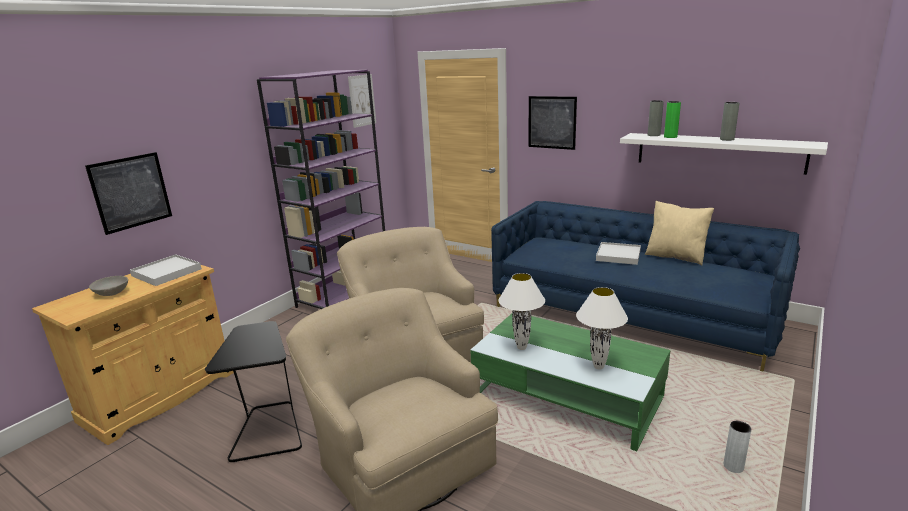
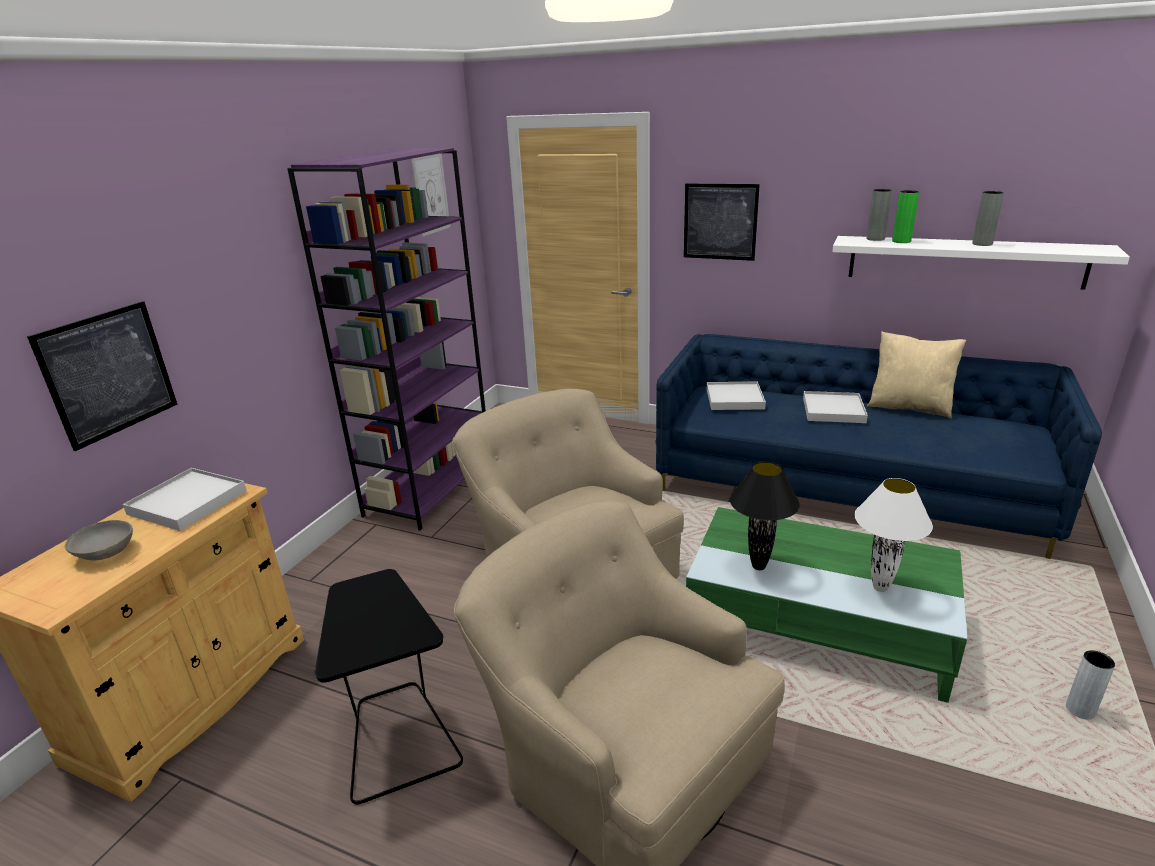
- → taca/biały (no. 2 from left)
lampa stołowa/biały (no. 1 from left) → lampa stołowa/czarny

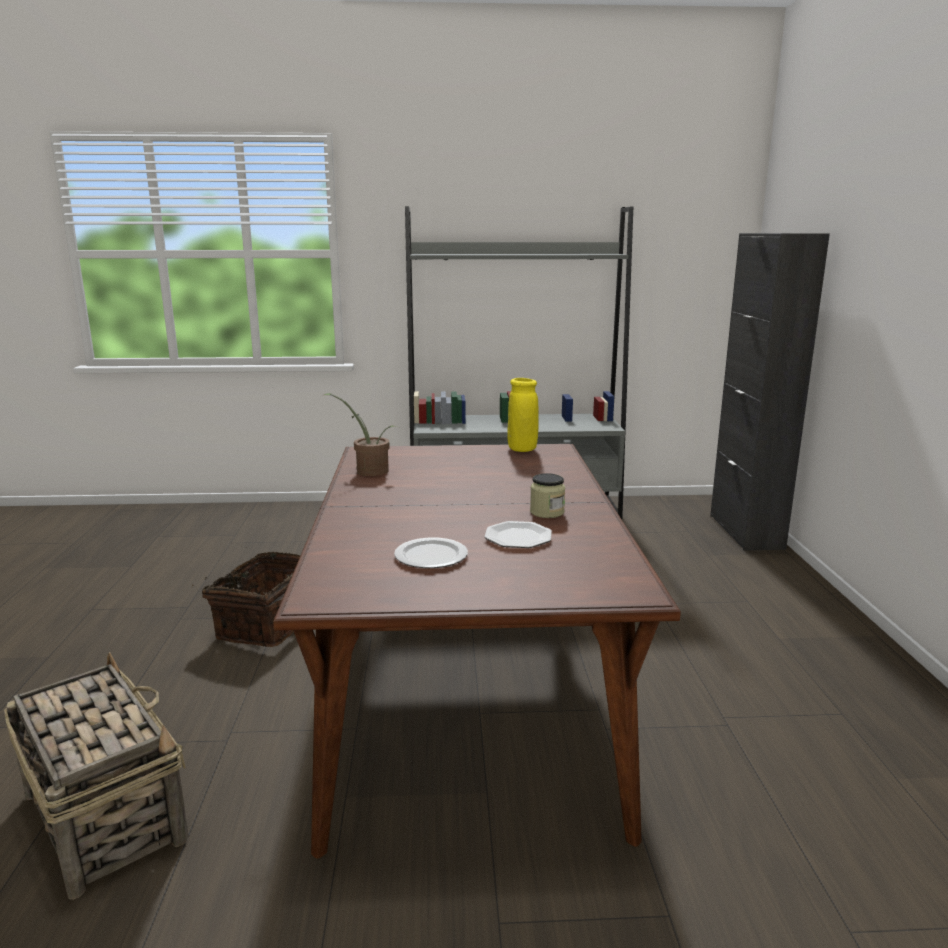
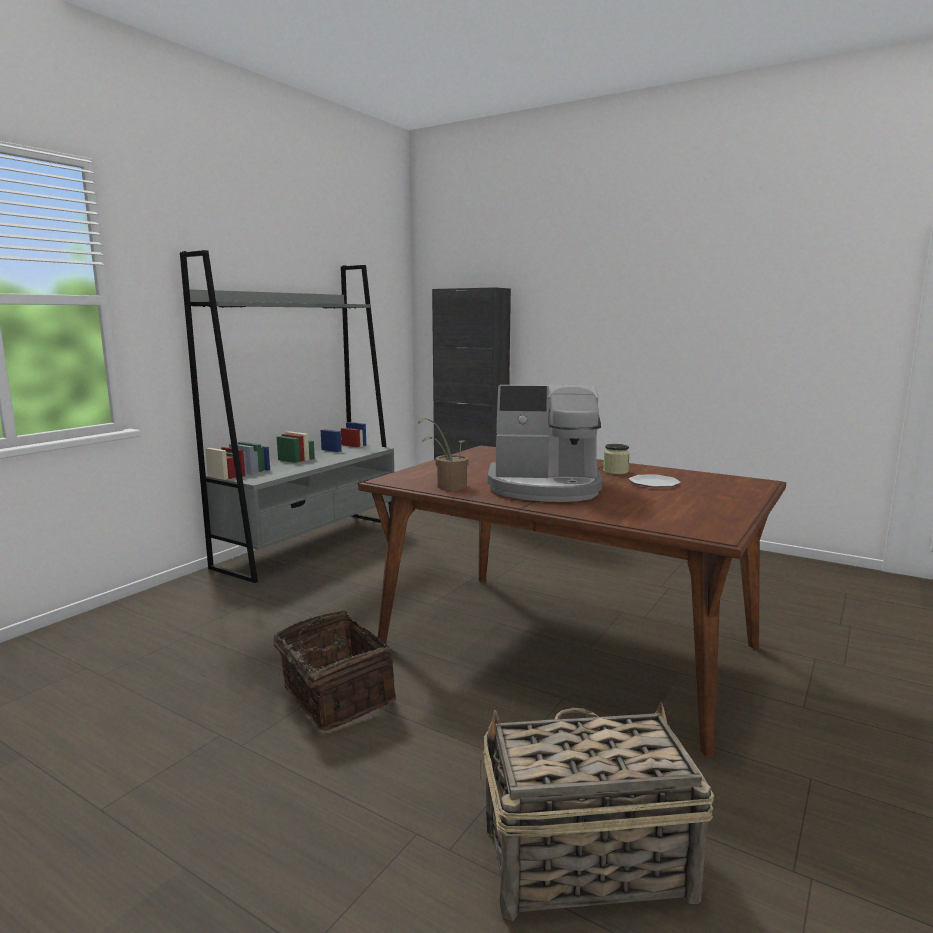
- → ekspres do kawy
talerz (no. 1 from left) → -
wazon/żółty → -

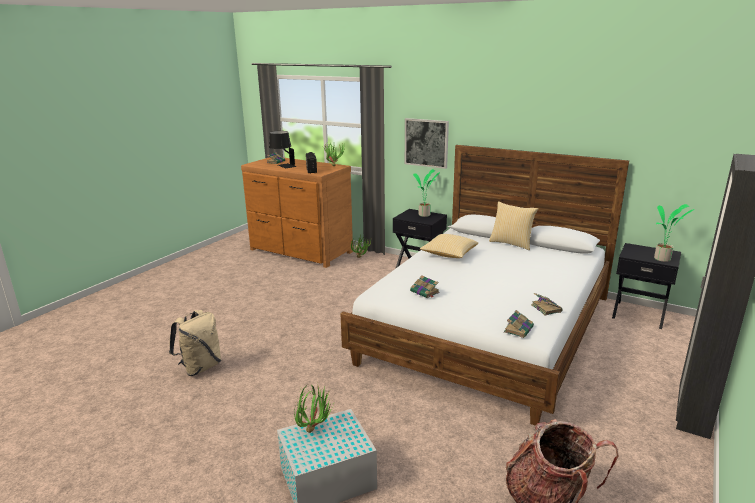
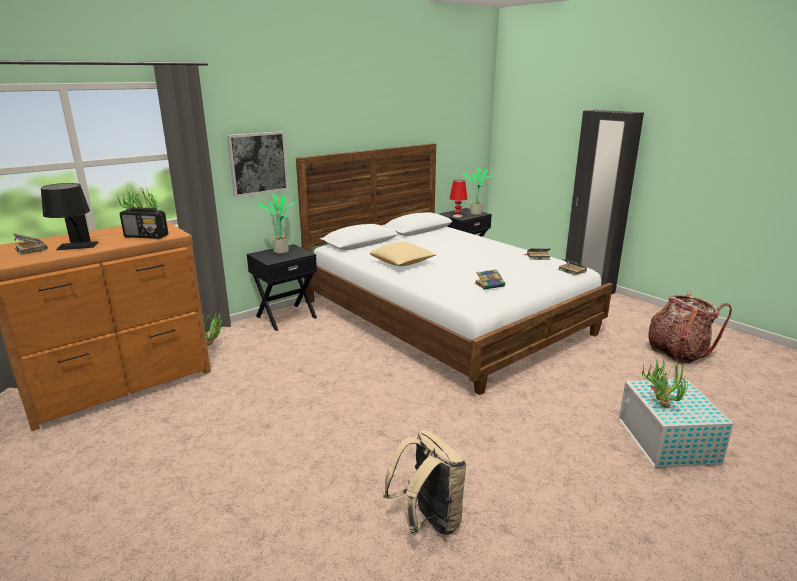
- → lampa stołowa/czerwony
poduszka (no. 2 from left) → -

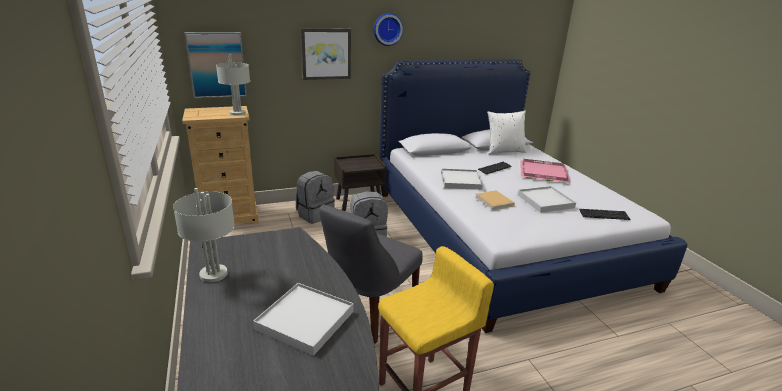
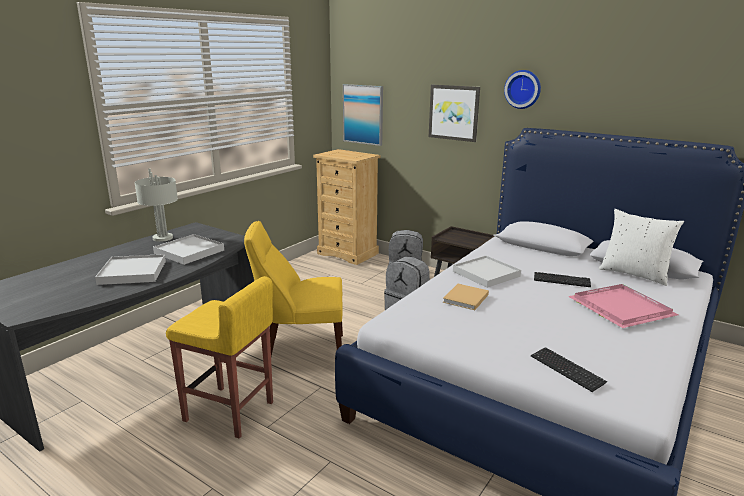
taca/biały (no. 3 from left in the first image) → taca/biały (no. 2 from left), shifted
krzesło/szary → krzesło/żółty
lampa stołowa/szary (no. 2 from left) → -

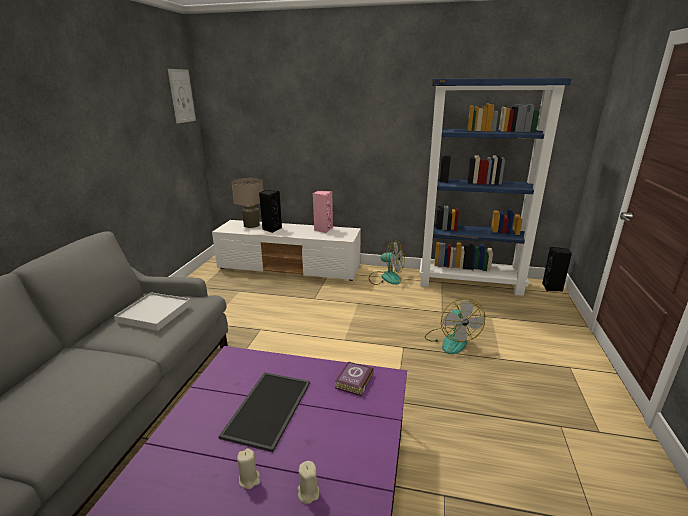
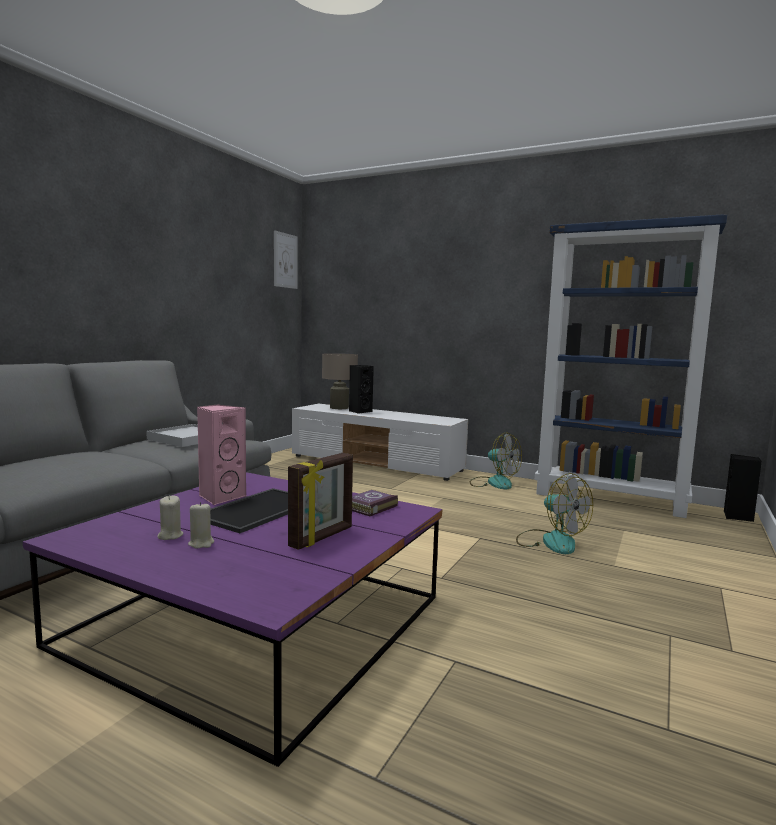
świeca/beżowy (no. 2 from left in the first image) → świeca/beżowy (no. 1 from left), shifted
głośnik/różowy, shifted
- → ramka na zdjęcie
wentylator (no. 2 from left), 45 degrees counterclockwise

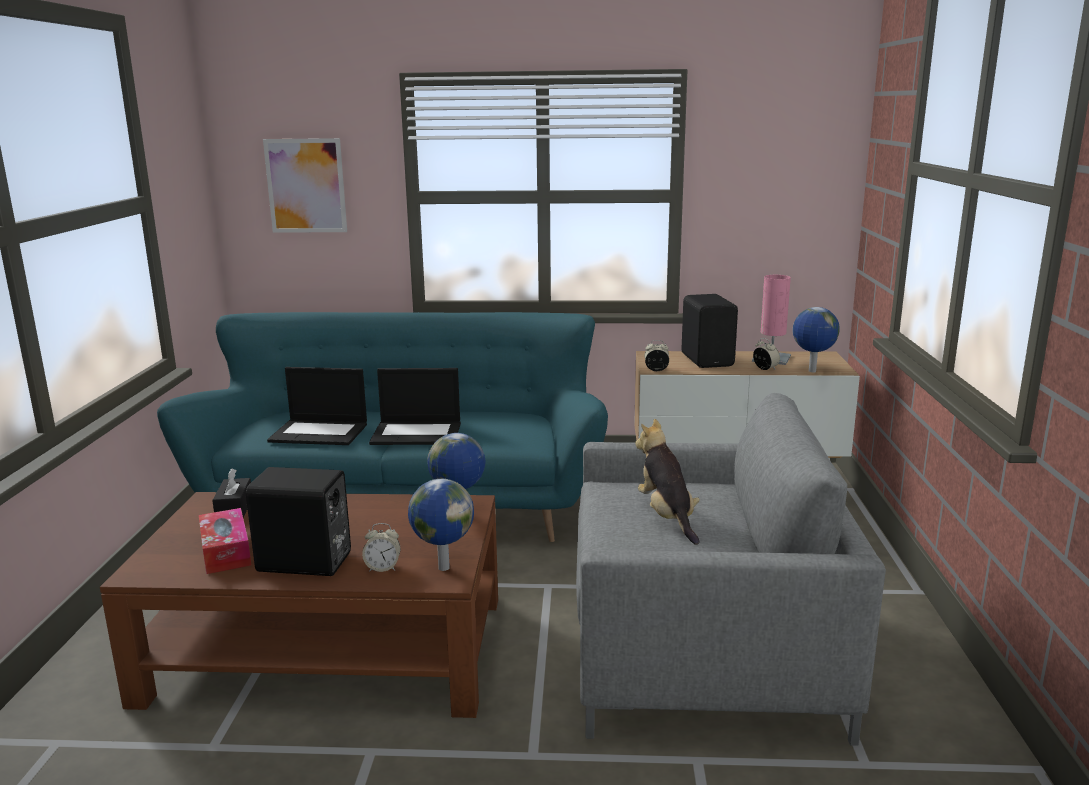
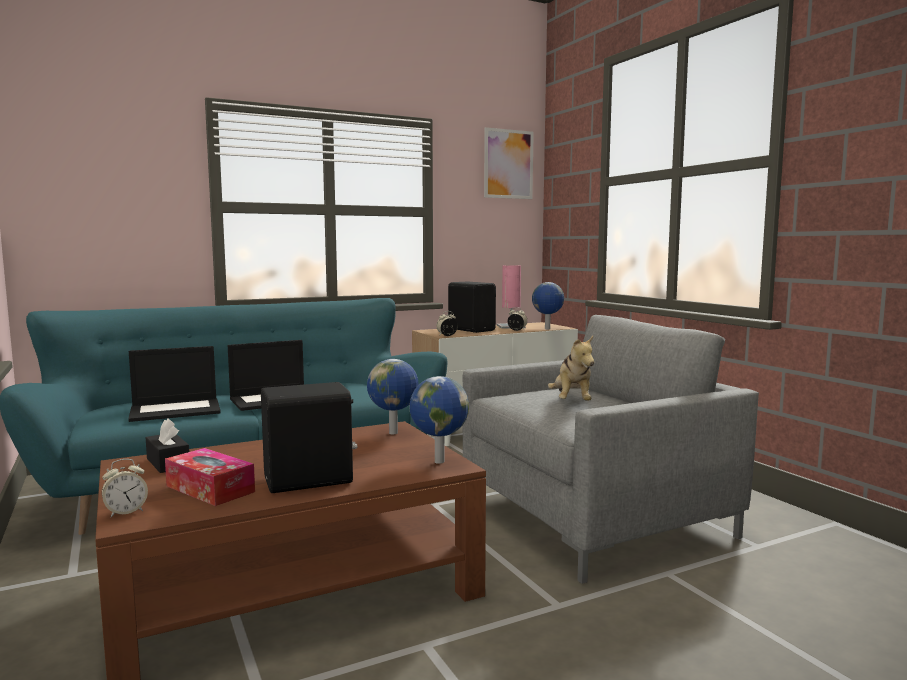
budzik (no. 1 from left), shifted
obraz, shifted
pluszak, 135 degrees counterclockwise

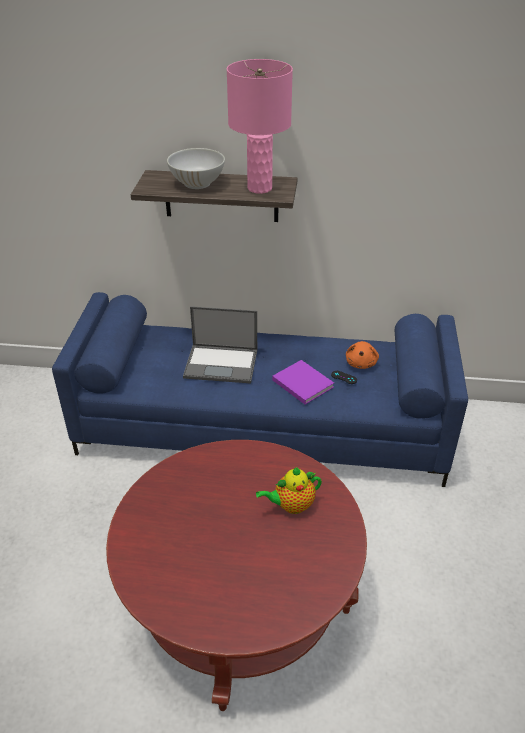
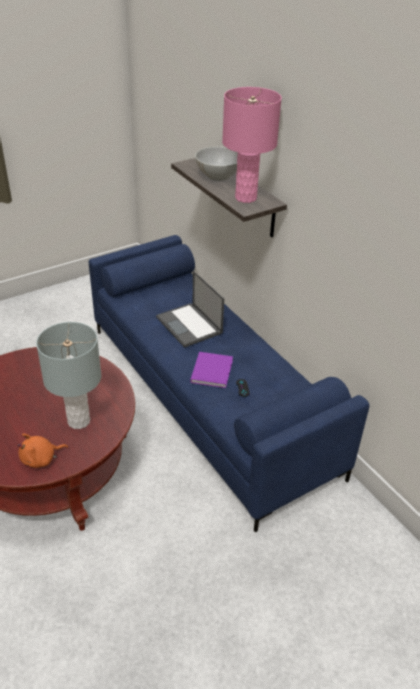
pluszak/pomarańczowy, shifted
imbryk → lampa stołowa/szary

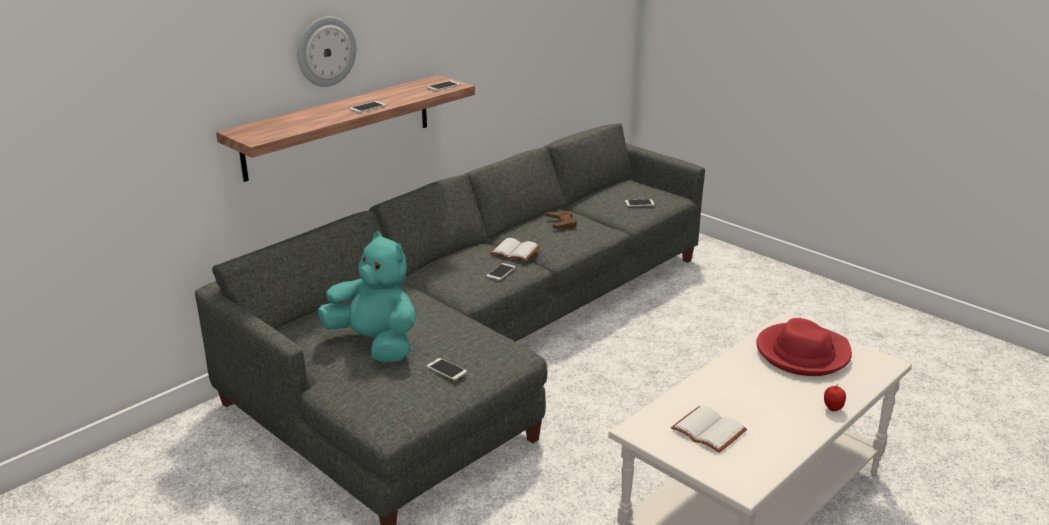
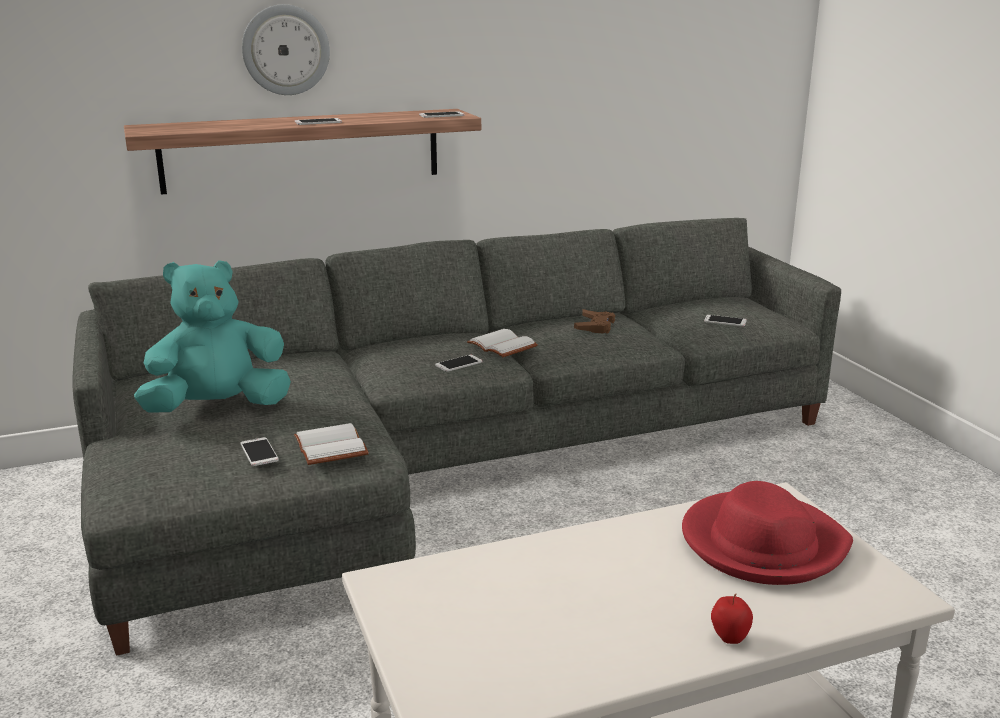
pluszak/turkusowy, 90 degrees counterclockwise
książka/biały (no. 2 from left in the first image) → książka/biały (no. 1 from left), shifted

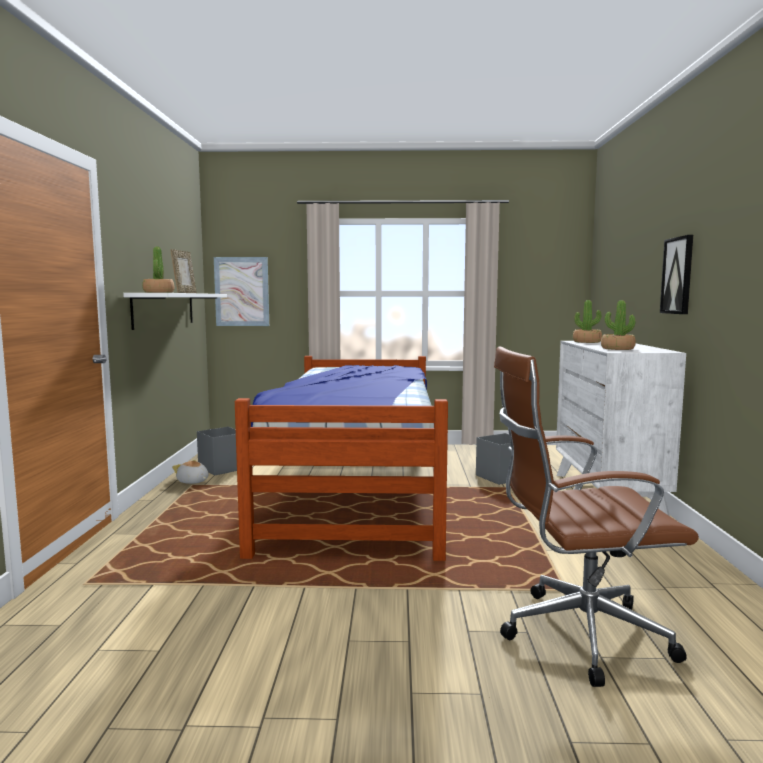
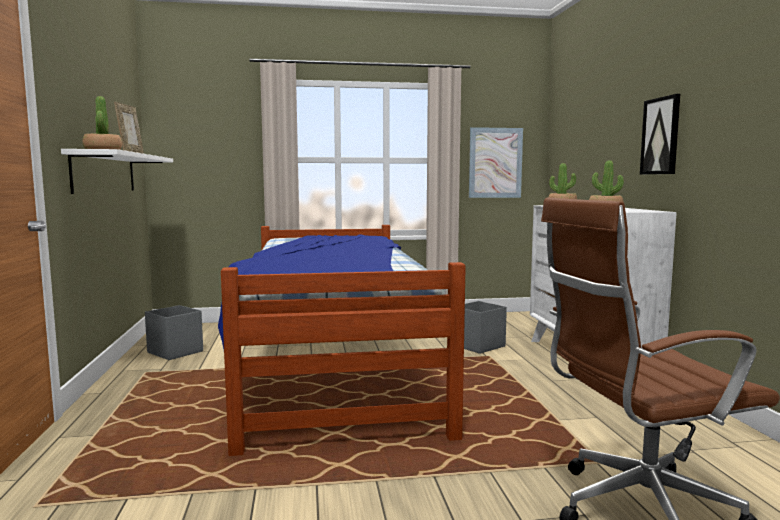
obraz (no. 1 from left), shifted
pluszak → -

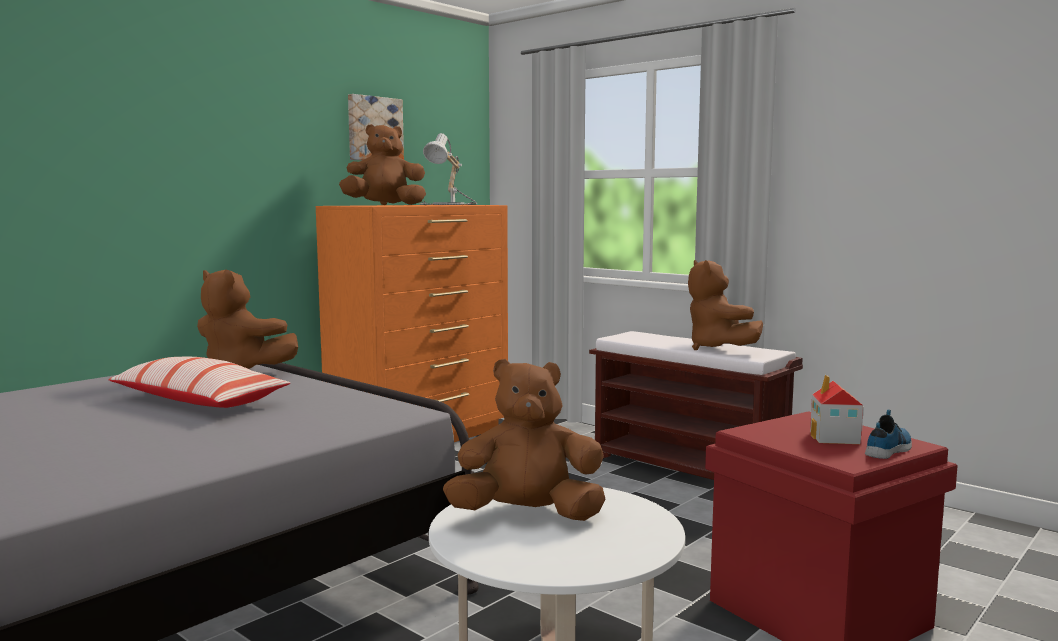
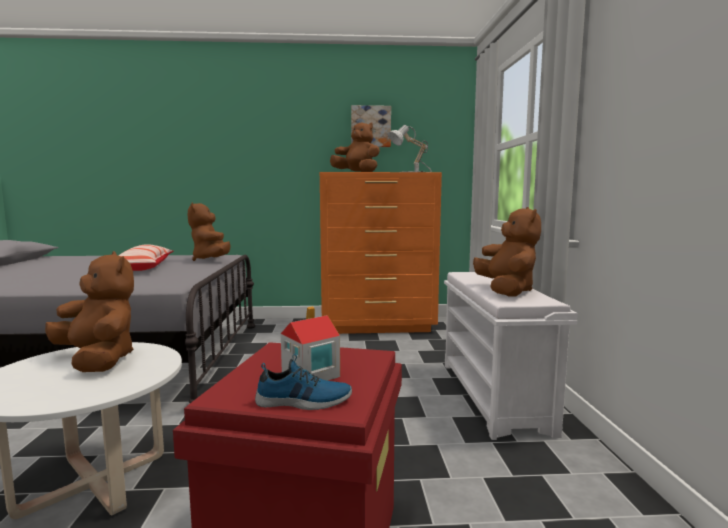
ławka/brązowy → ławka/biały
pluszak/brązowy (no. 4 from left), 150 degrees clockwise

